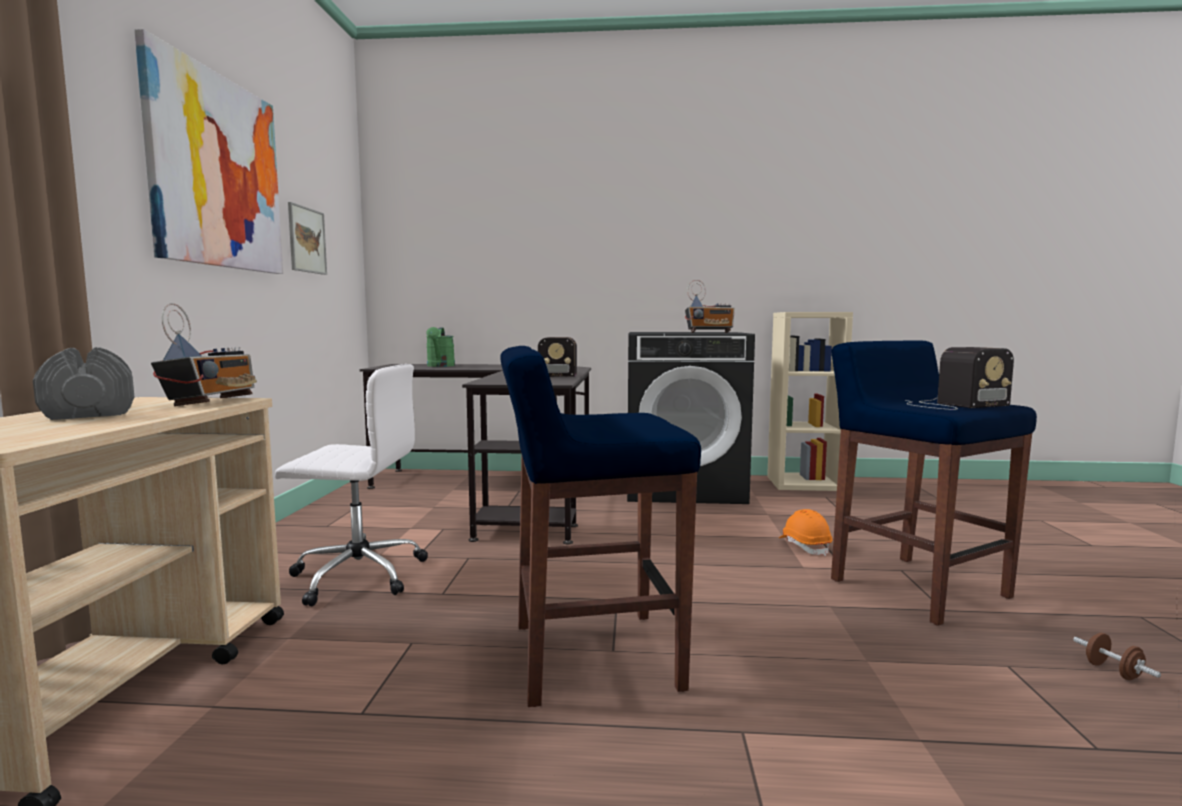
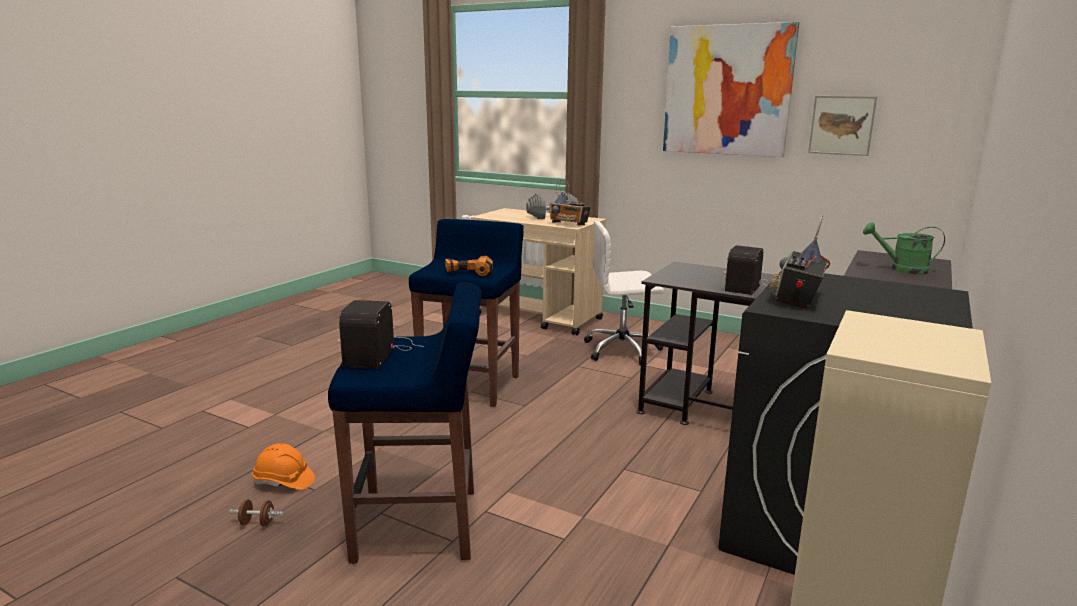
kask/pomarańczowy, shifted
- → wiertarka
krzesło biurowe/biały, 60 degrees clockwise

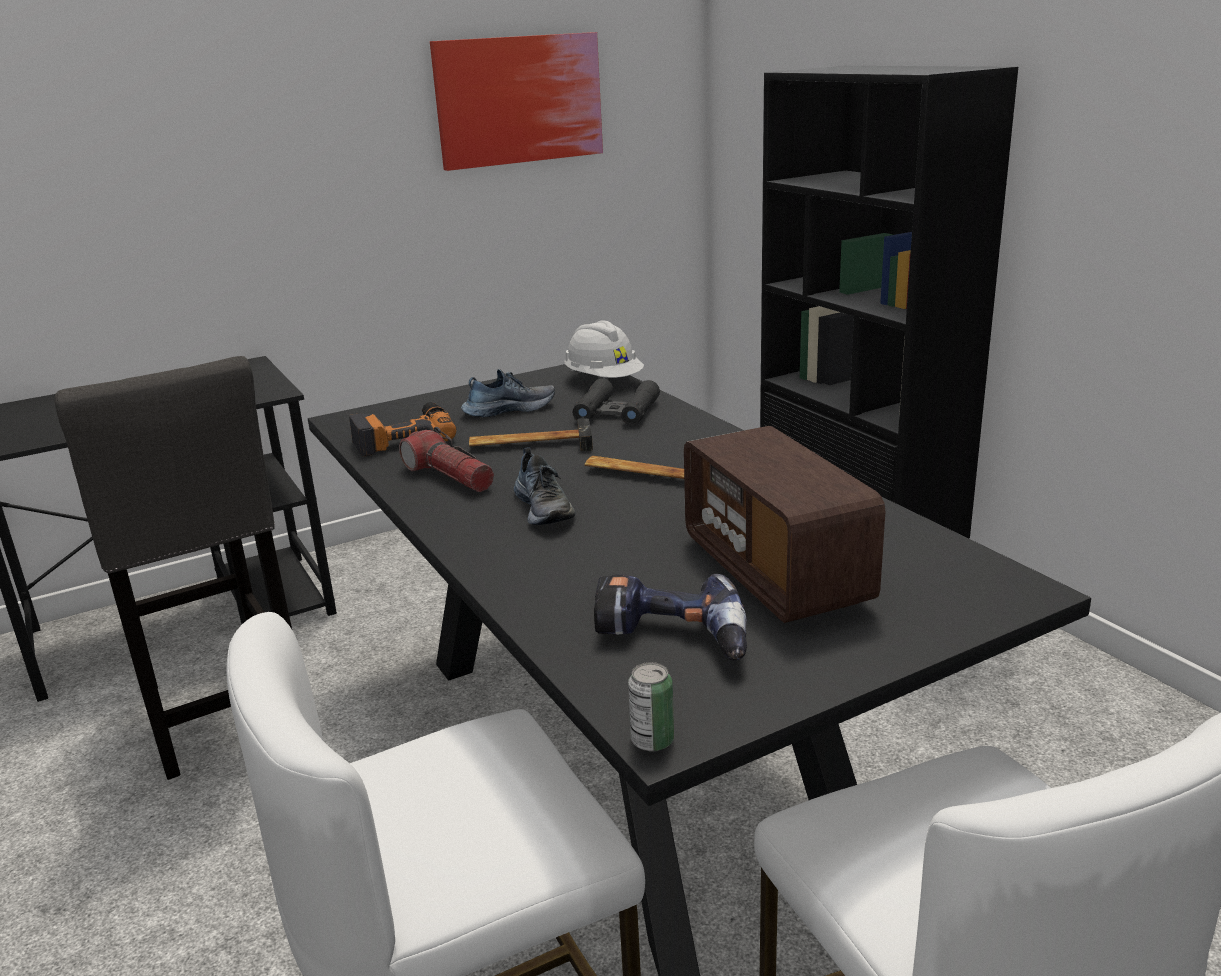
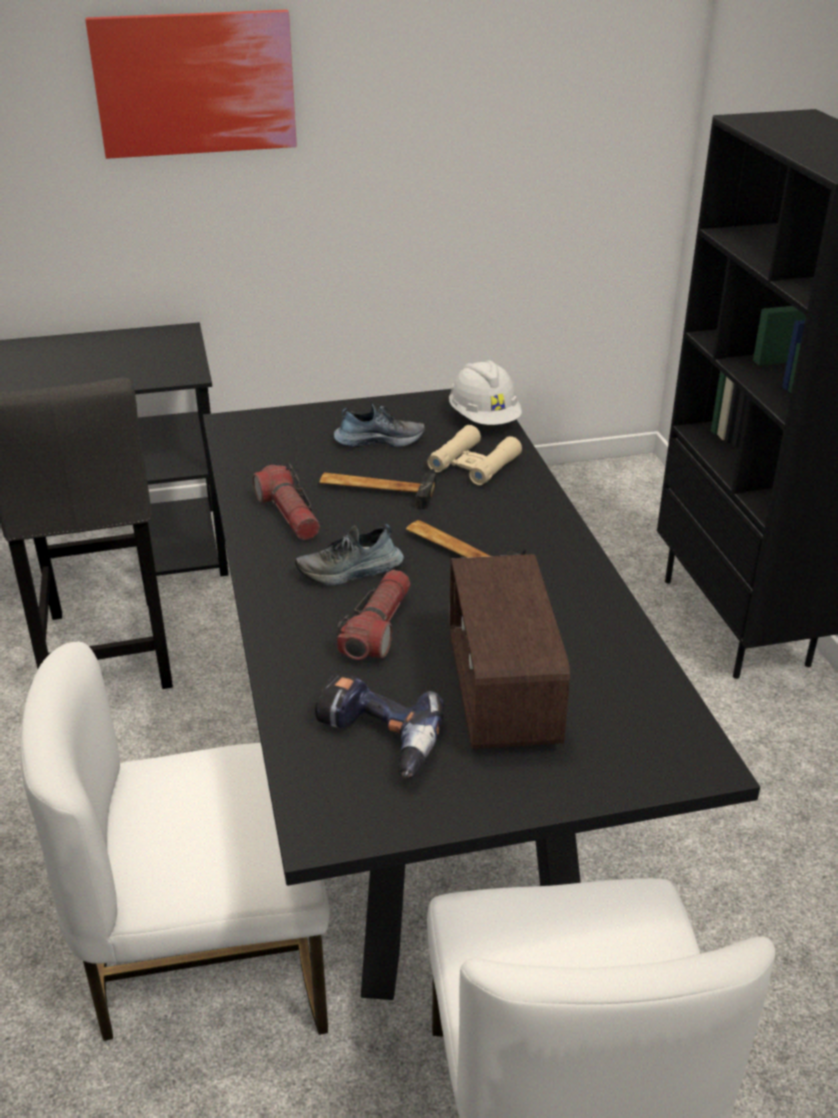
obraz, shifted
but (no. 2 from left in the first image) → but (no. 1 from left), 75 degrees clockwise
- → latarka (no. 2 from left)
lornetka/czarny → lornetka/beżowy
wiertarka (no. 1 from left) → -
puszka → -

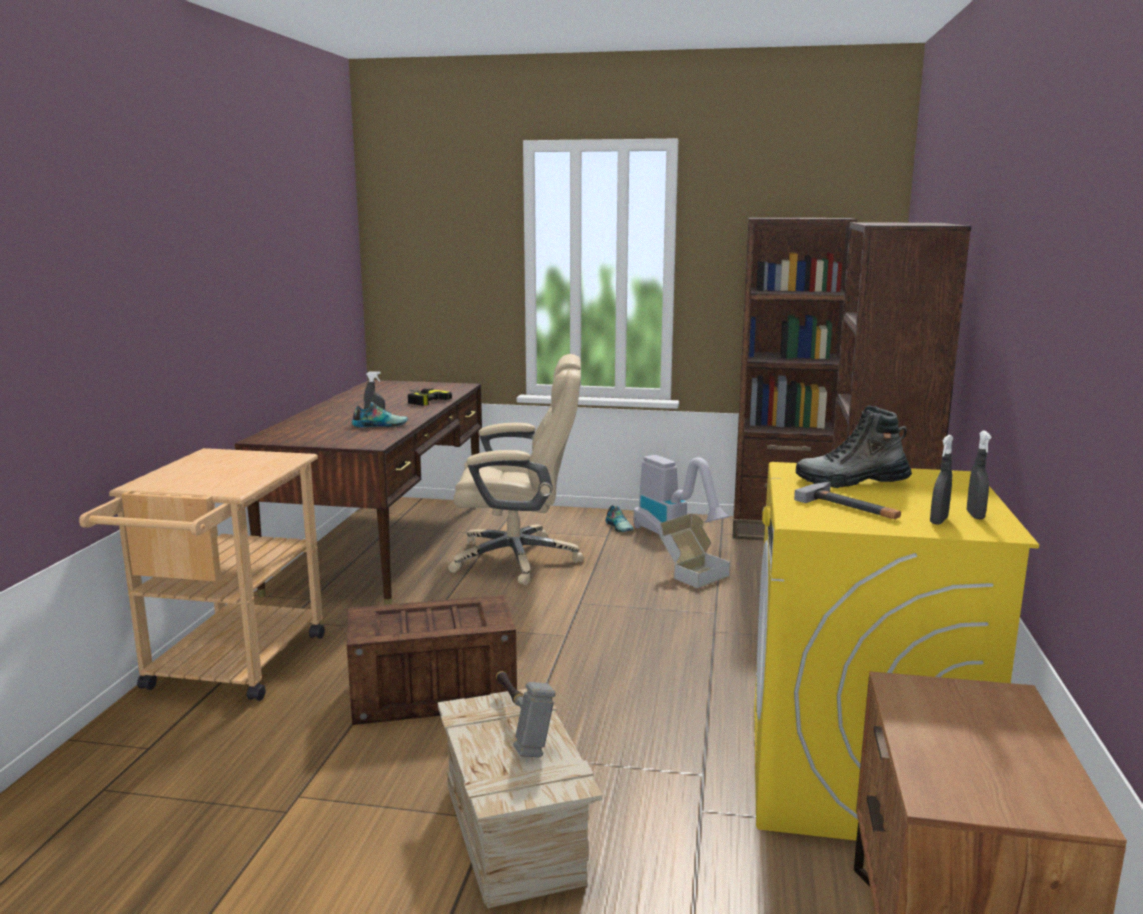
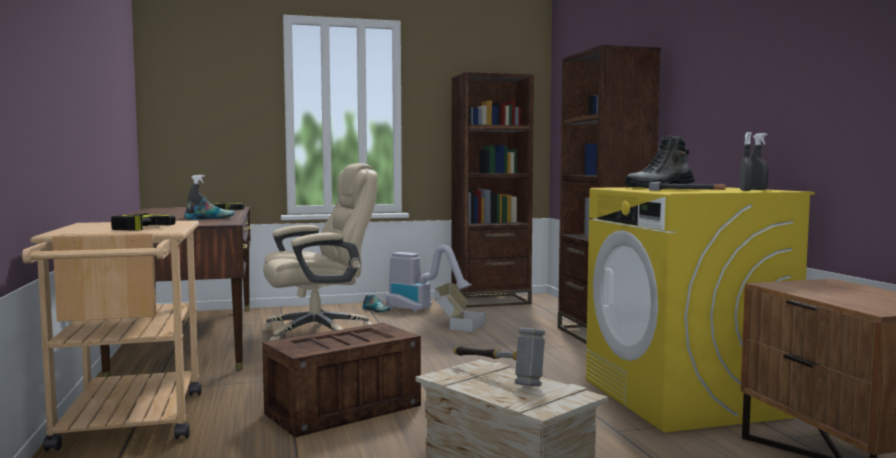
- → wiertarka (no. 1 from left)

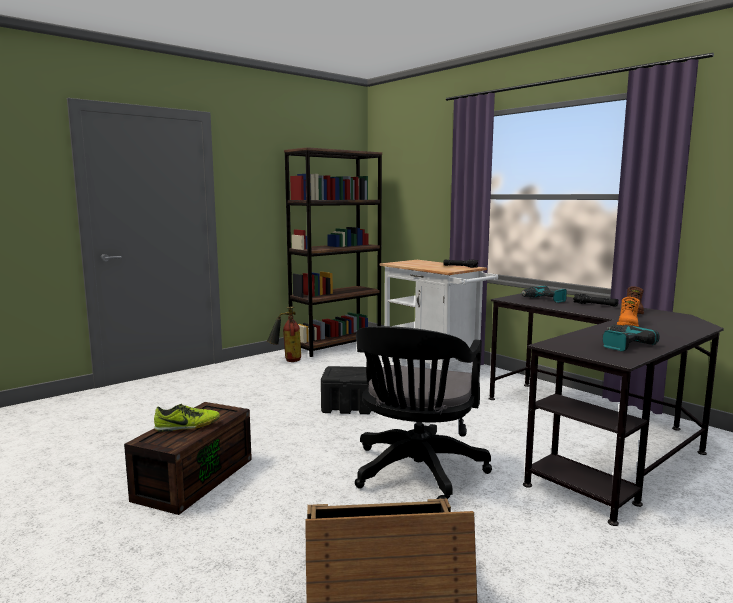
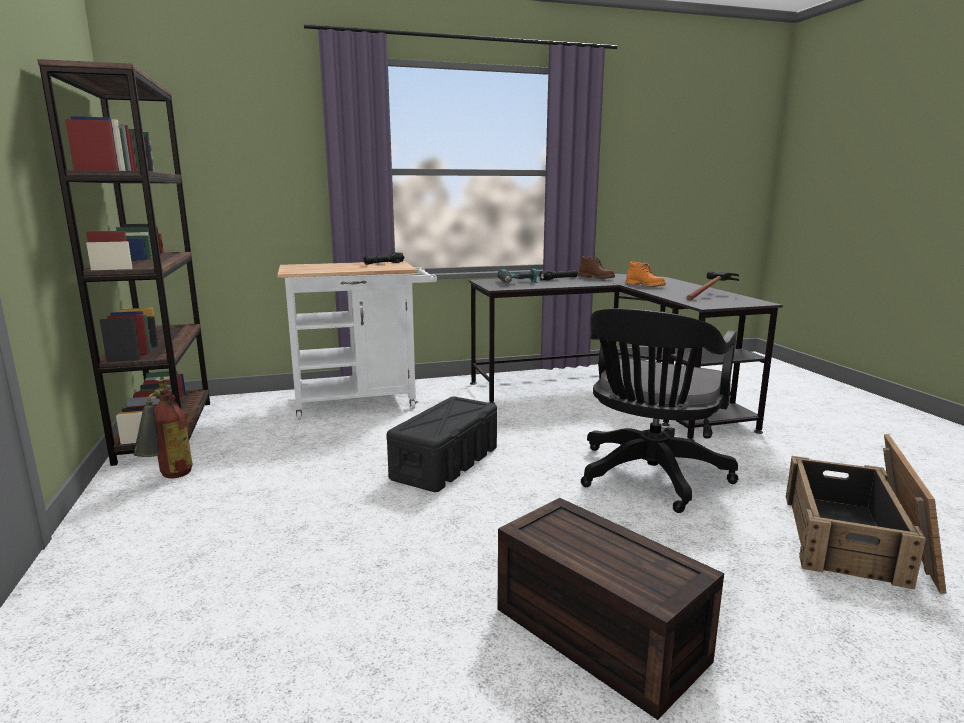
krzesło biurowe/czarny, 75 degrees clockwise
wiertarka (no. 2 from left) → młotek
but → -

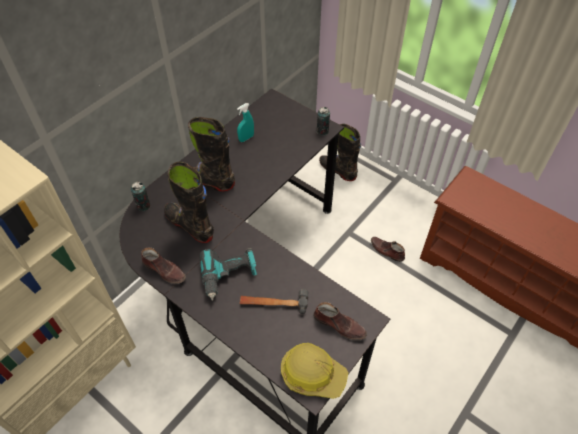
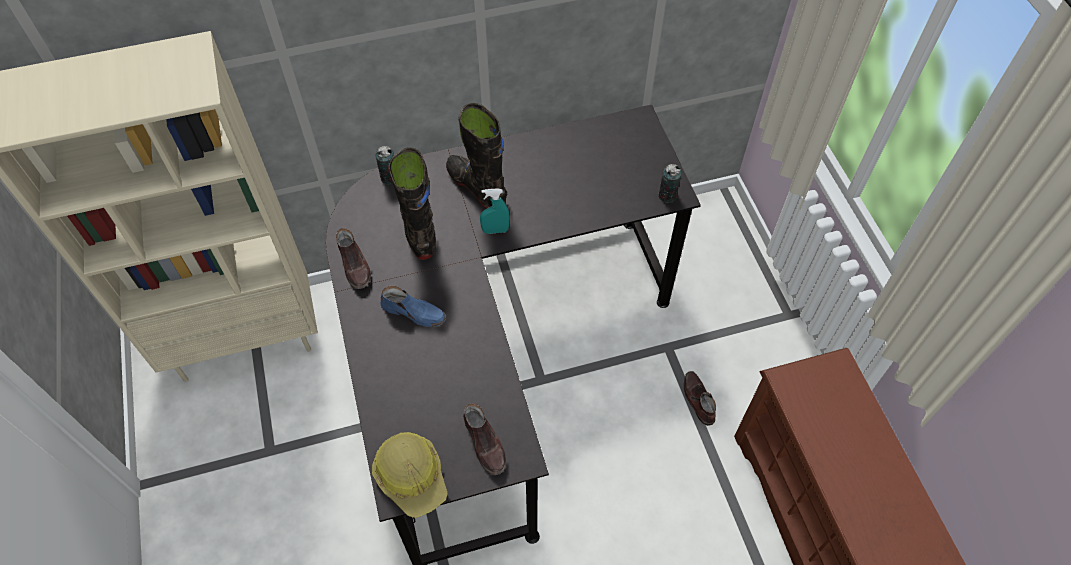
wiertarka → but/niebieski
spryskiwacz/turkusowy, shifted
młotek → -
but z cholewką/czarny (no. 3 from left) → -

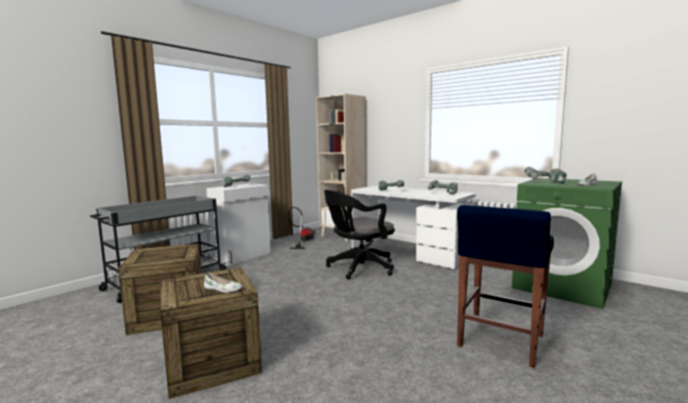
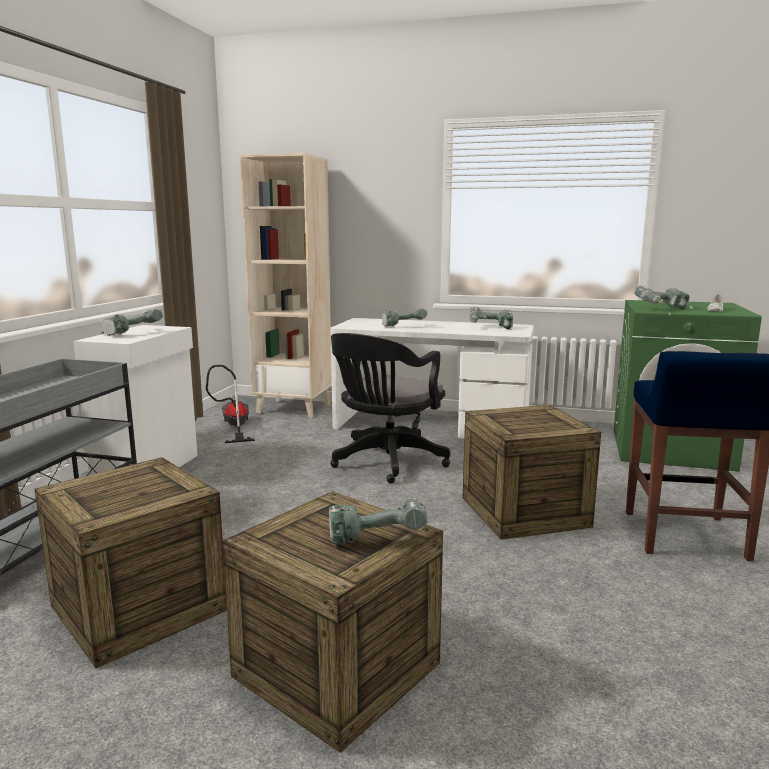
but/biały (no. 1 from left) → wiertarka (no. 2 from left)
- → skrzynka (no. 3 from left)

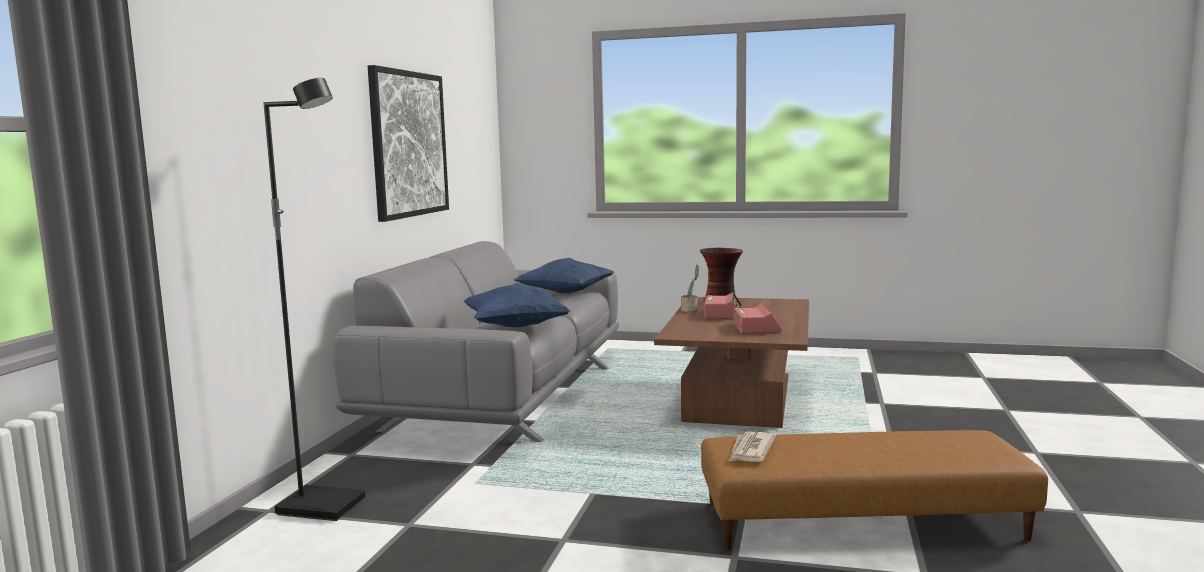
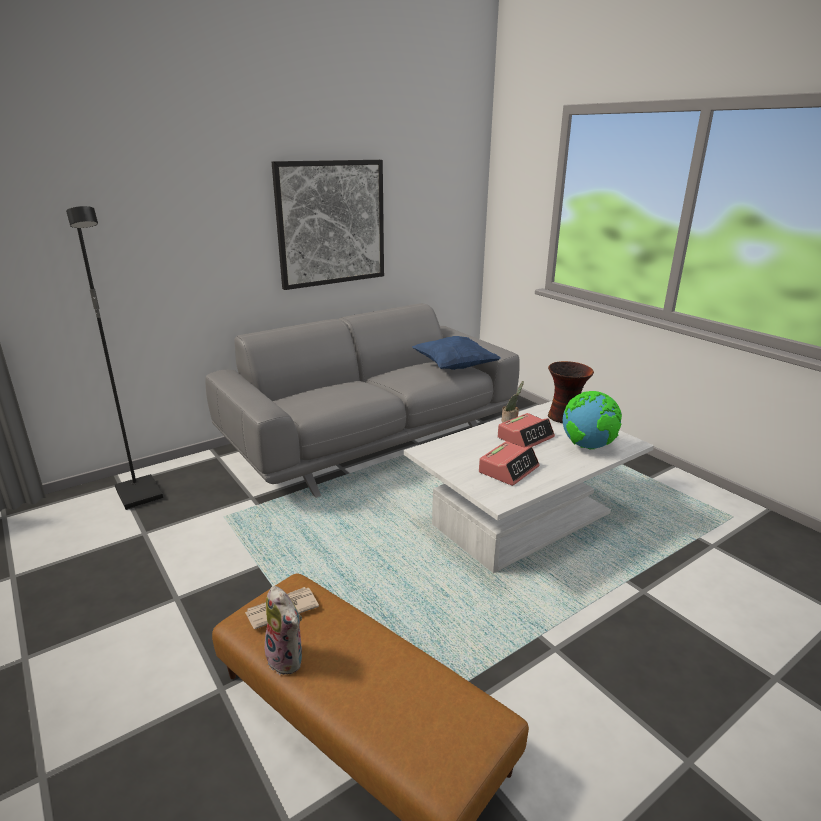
- → pluszak
ława/brązowy → ława/biały
- → globus
poduszka/niebieski (no. 1 from left) → -

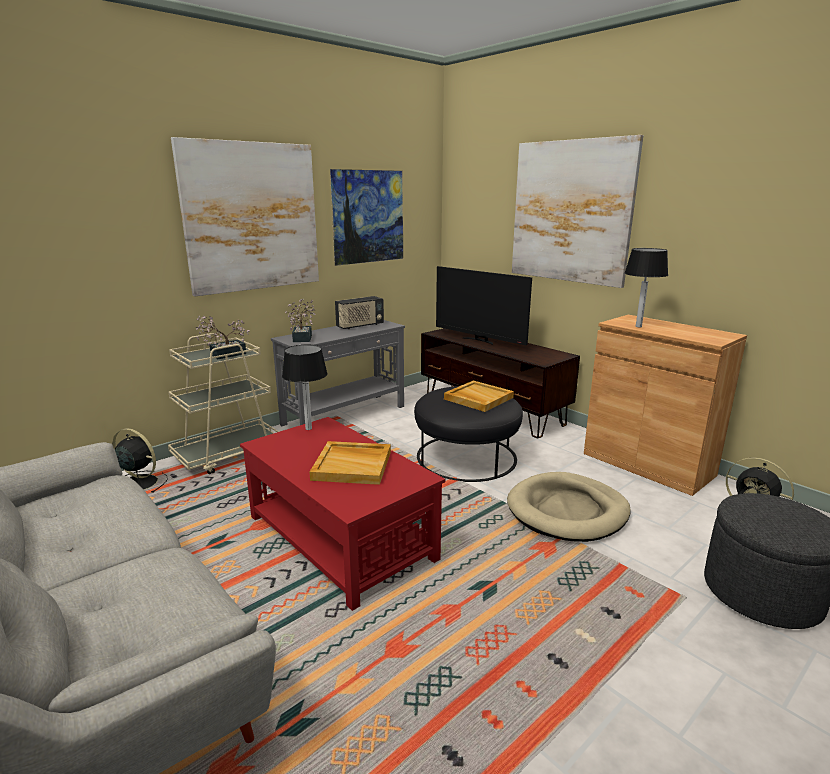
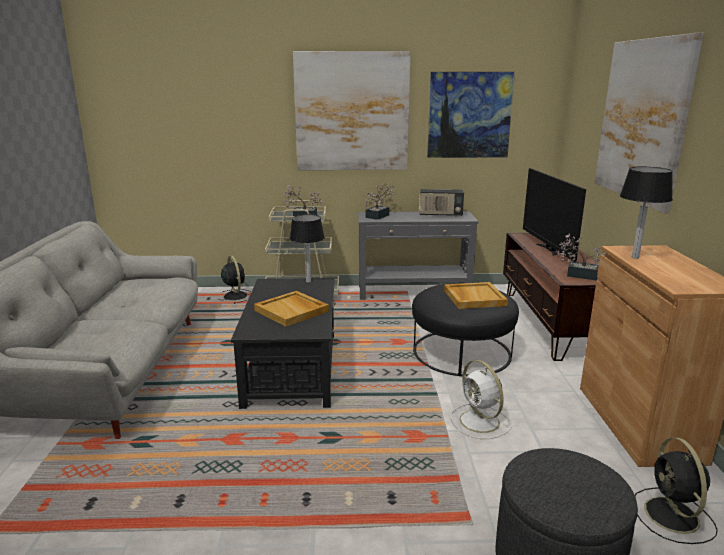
ława/czerwony → ława/czarny
legowisko/beżowy → wentylator/biały
- → roślina doniczkowa (no. 3 from left)

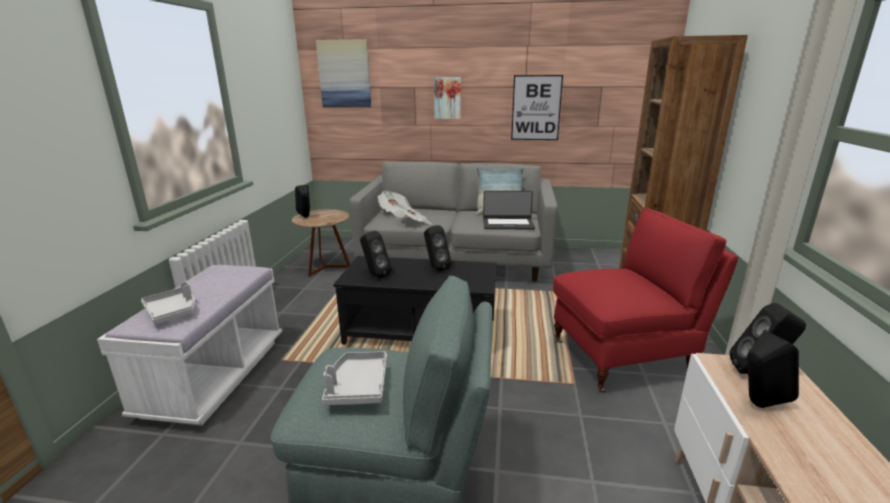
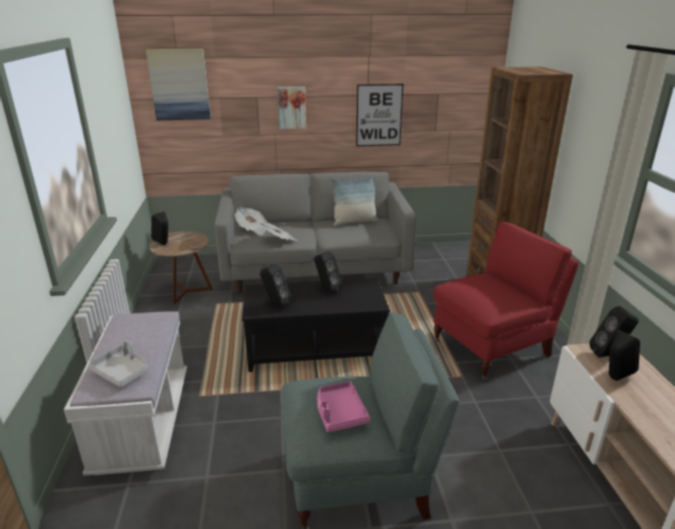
taca/szary (no. 2 from left) → taca/różowy
laptop → -

